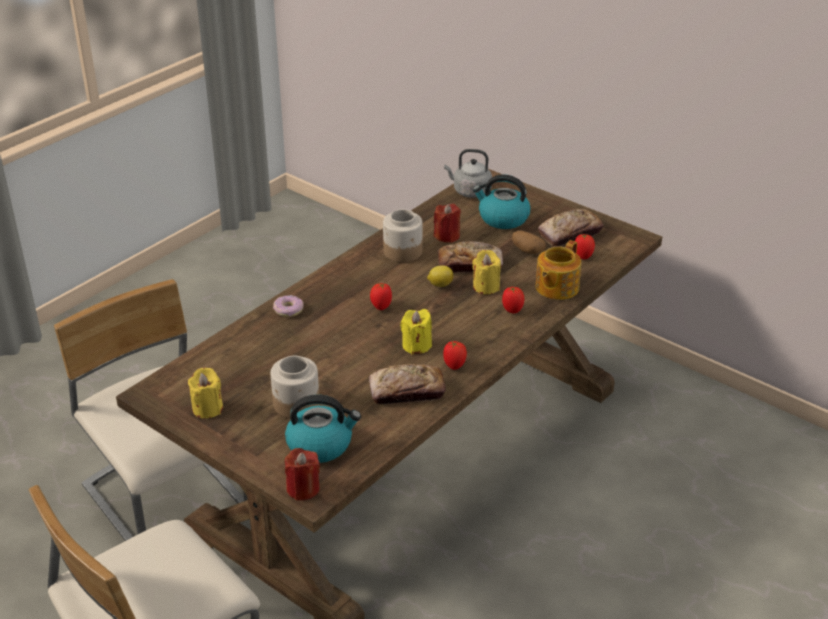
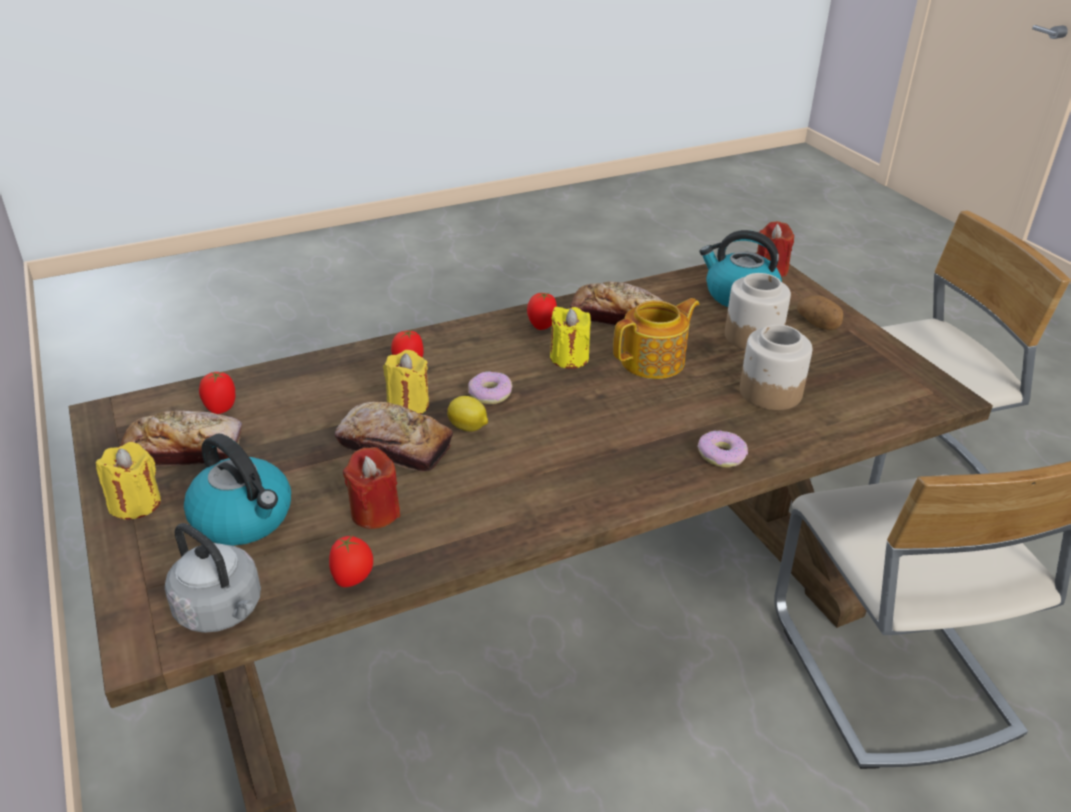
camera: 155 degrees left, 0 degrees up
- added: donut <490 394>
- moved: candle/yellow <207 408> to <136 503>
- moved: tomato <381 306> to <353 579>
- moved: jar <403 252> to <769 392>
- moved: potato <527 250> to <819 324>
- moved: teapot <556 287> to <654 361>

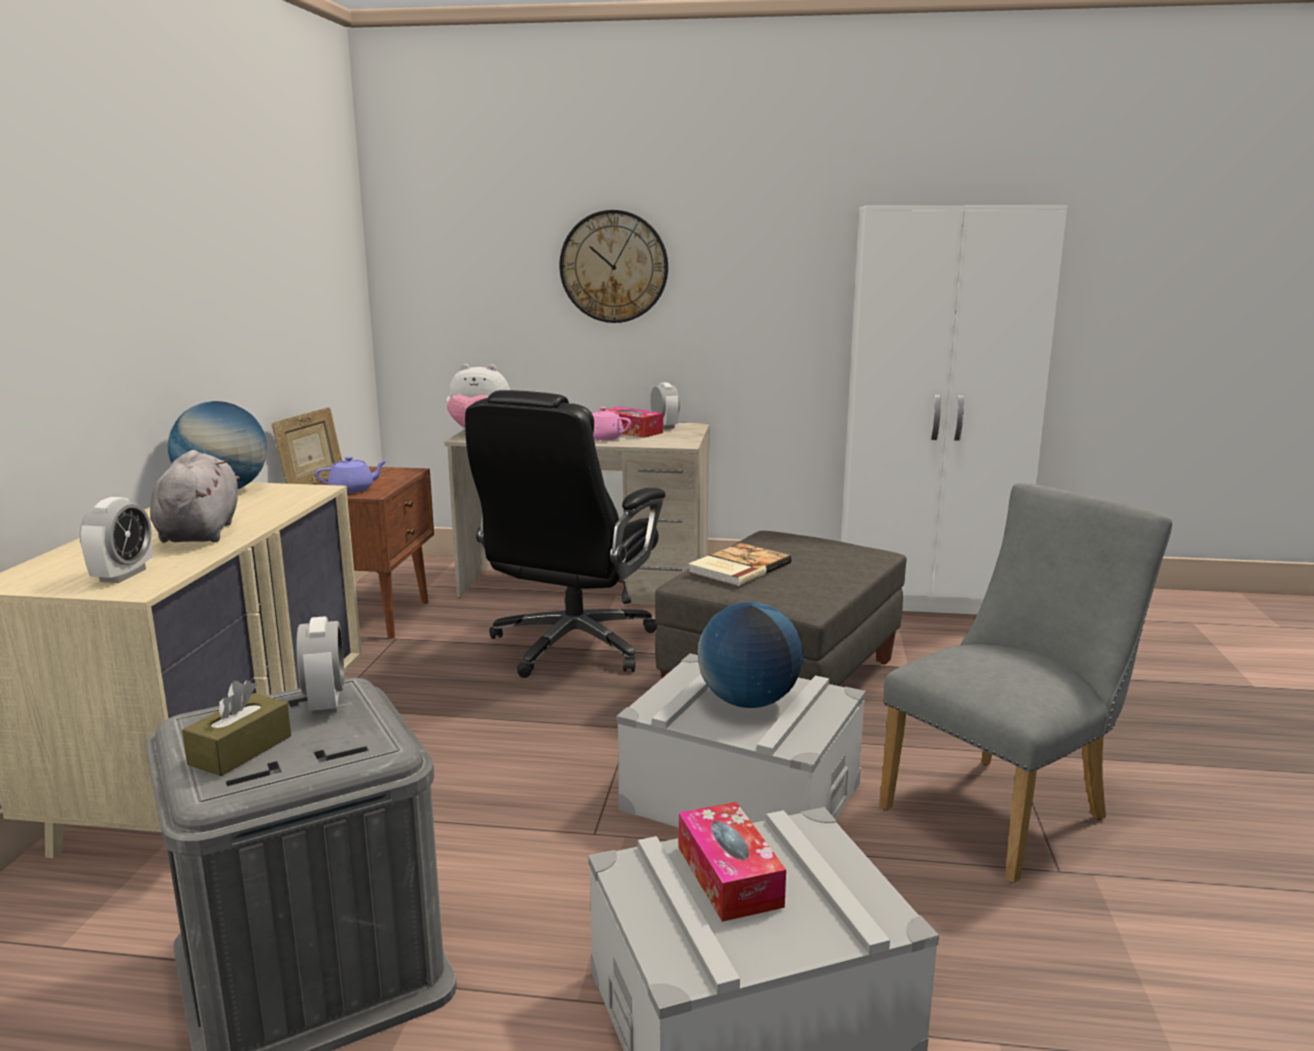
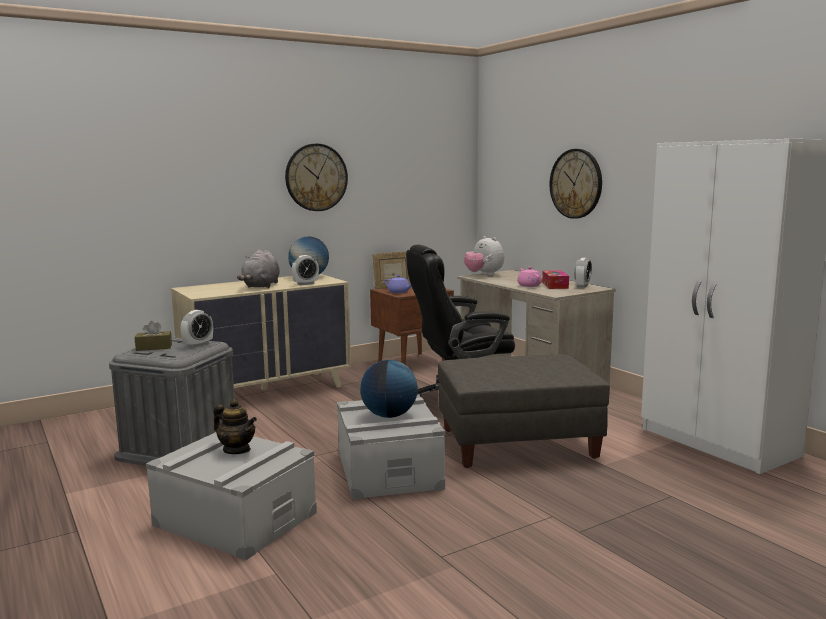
camera: 50 degrees right, 5 degrees down
- removed: book <737 567>
- removed: chair/grey <1005 810>
- added: wall clock <316 177>
- moved: alarm clock <123 575> to <305 284>
- replaced: tissue box <729 876> to teapot <237 450>
- turned: plush toy/grey <200 532> = <261 286> 150 degrees clockwise

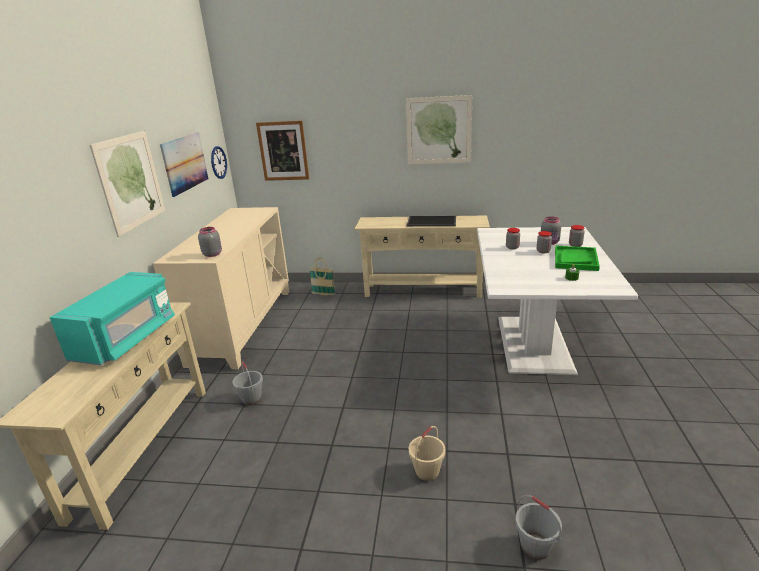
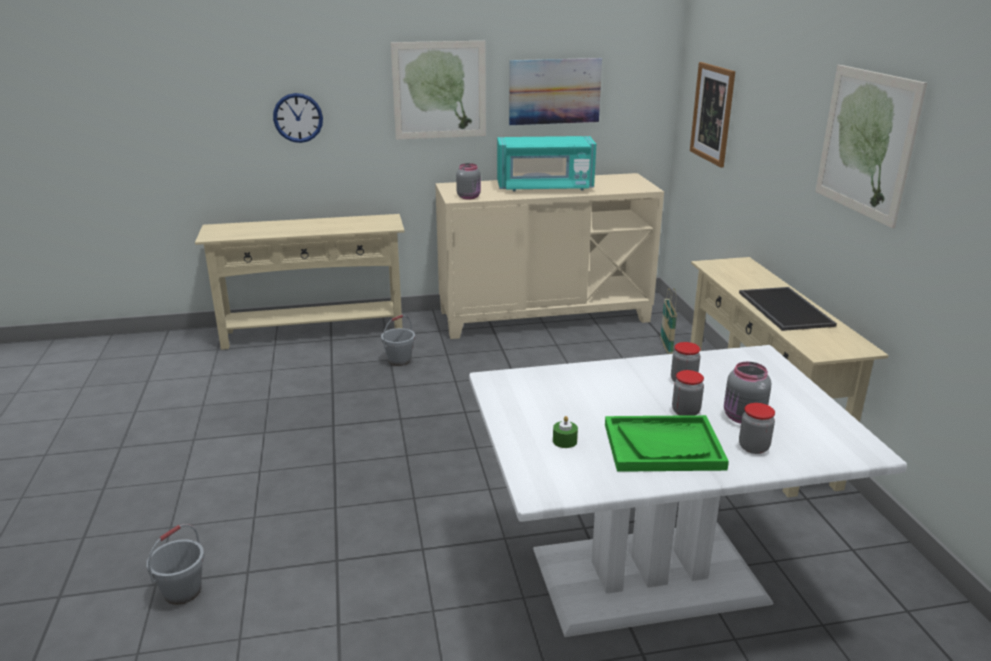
camera: 70 degrees right, 0 degrees up
- removed: bucket/beige <427 471>
- moved: microwave/turquoise <127 338> to <544 188>
- moved: wall clock <218 162> to <298 118>

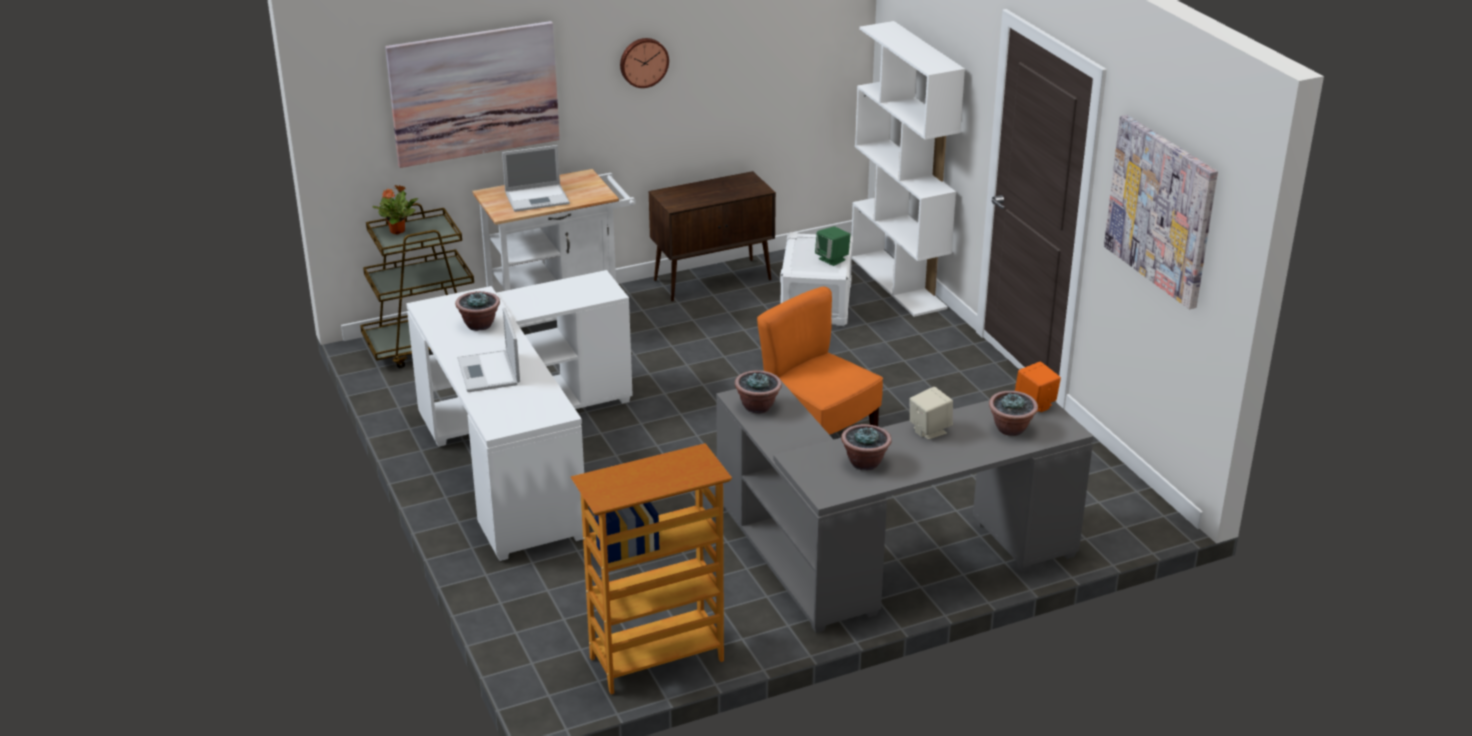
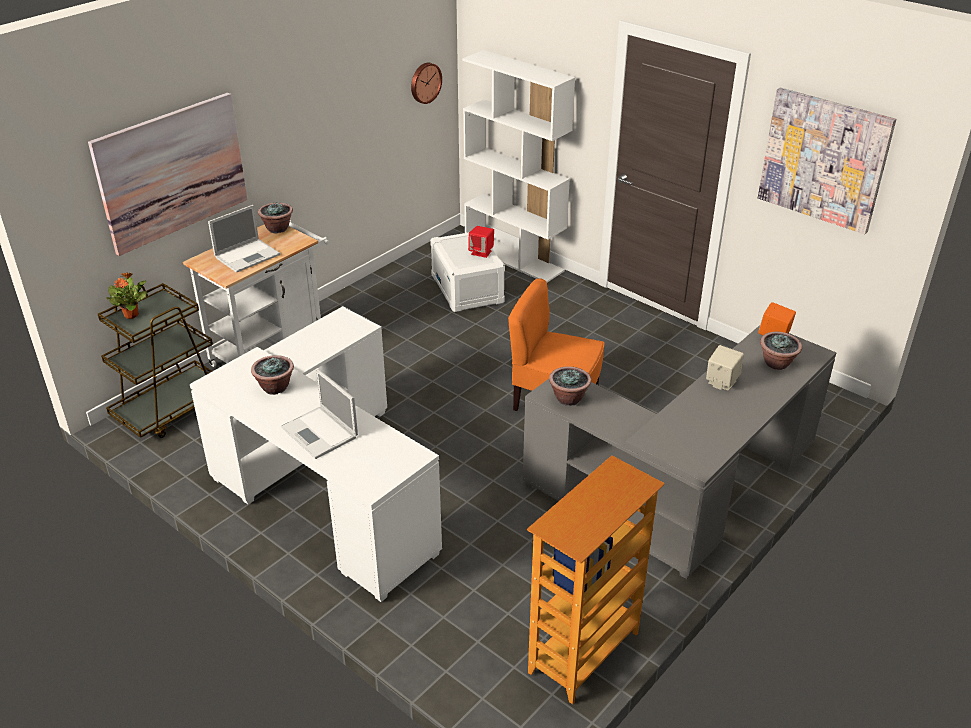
camera: 25 degrees left, 5 degrees up
- removed: cabinet/brown <713 280>
- moved: wall clock <643 62> to <425 82>
- moved: potted plant <865 463> to <277 229>
- recoloured: speaker/green <832 259> to speaker/red <481 252>

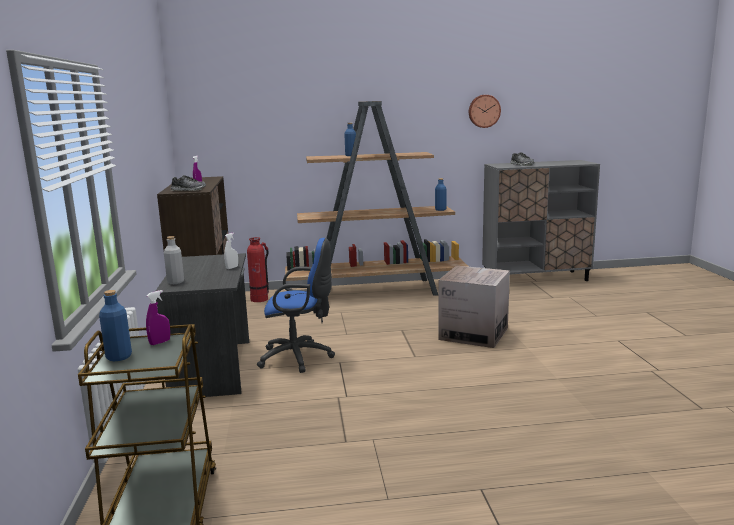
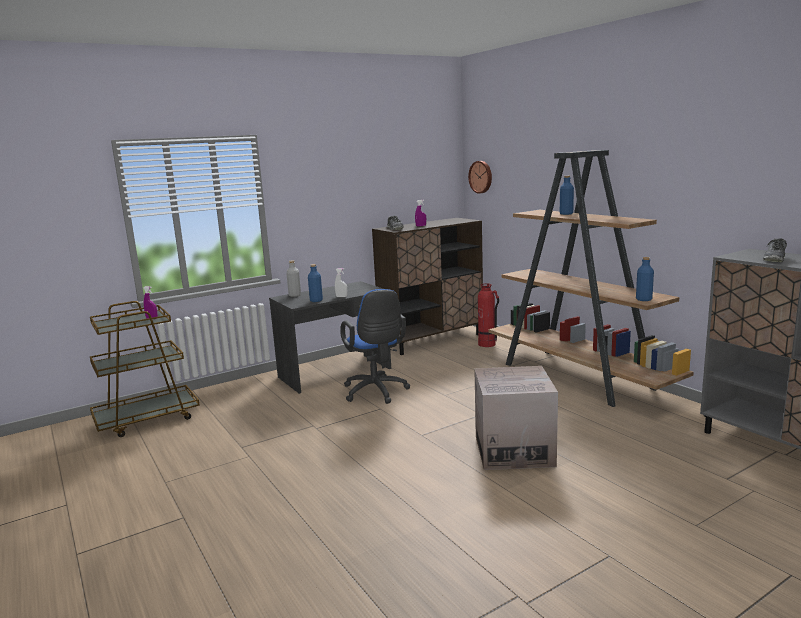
camera: 65 degrees right, 0 degrees up
- moved: bottle/blue <119 357> to <316 300>
- moved: wall clock <484 111> to <481 177>

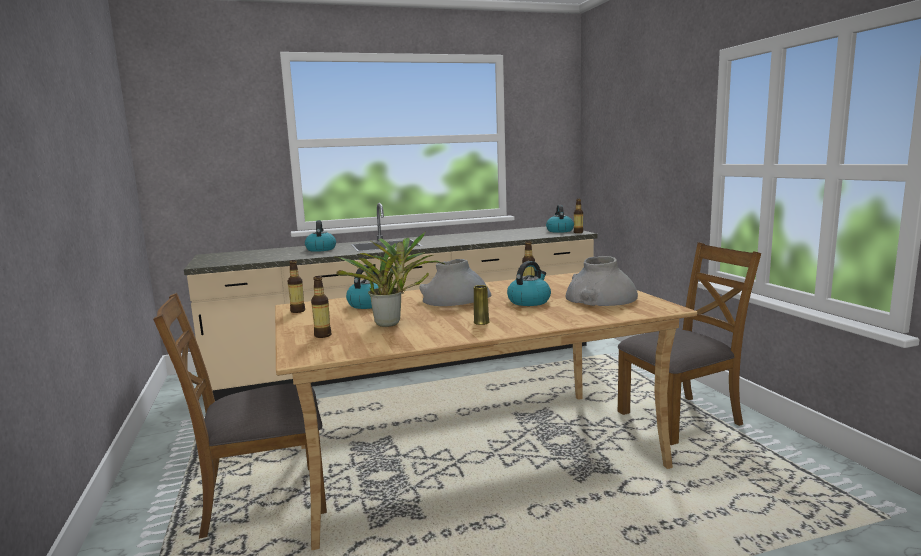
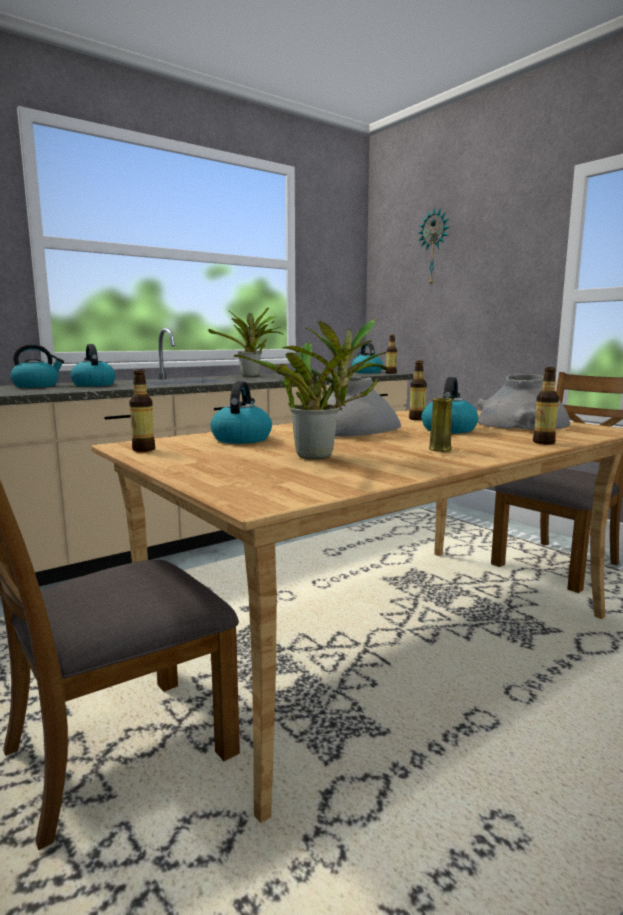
camera: 20 degrees left, 0 degrees up
- added: kettle <37 386>
- added: potted plant <251 376>
- added: wall clock <434 248>
- moved: bottle <323 335> to <543 442>

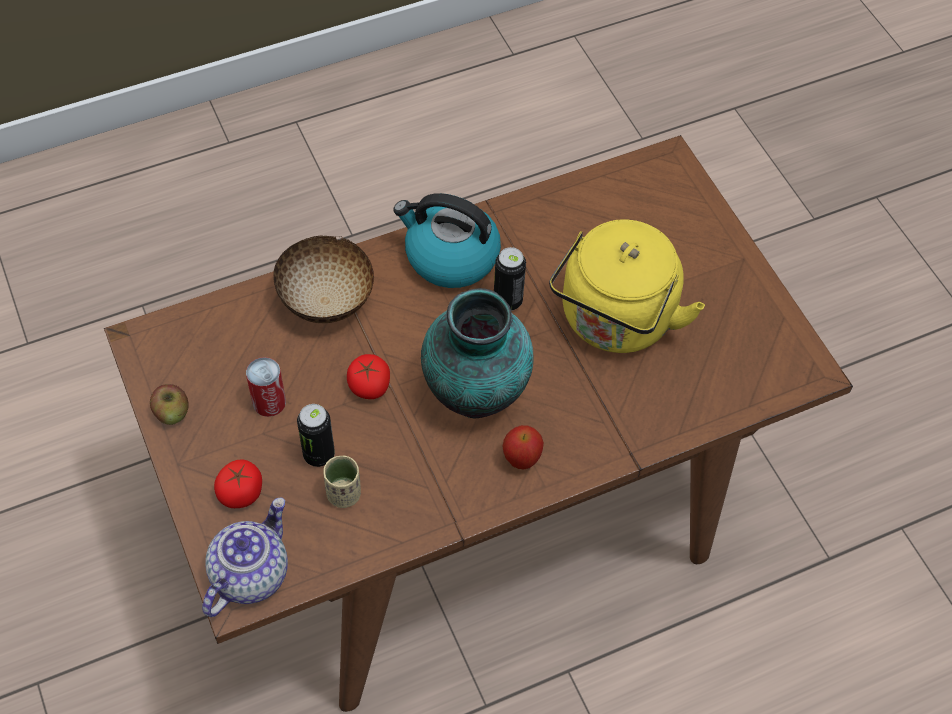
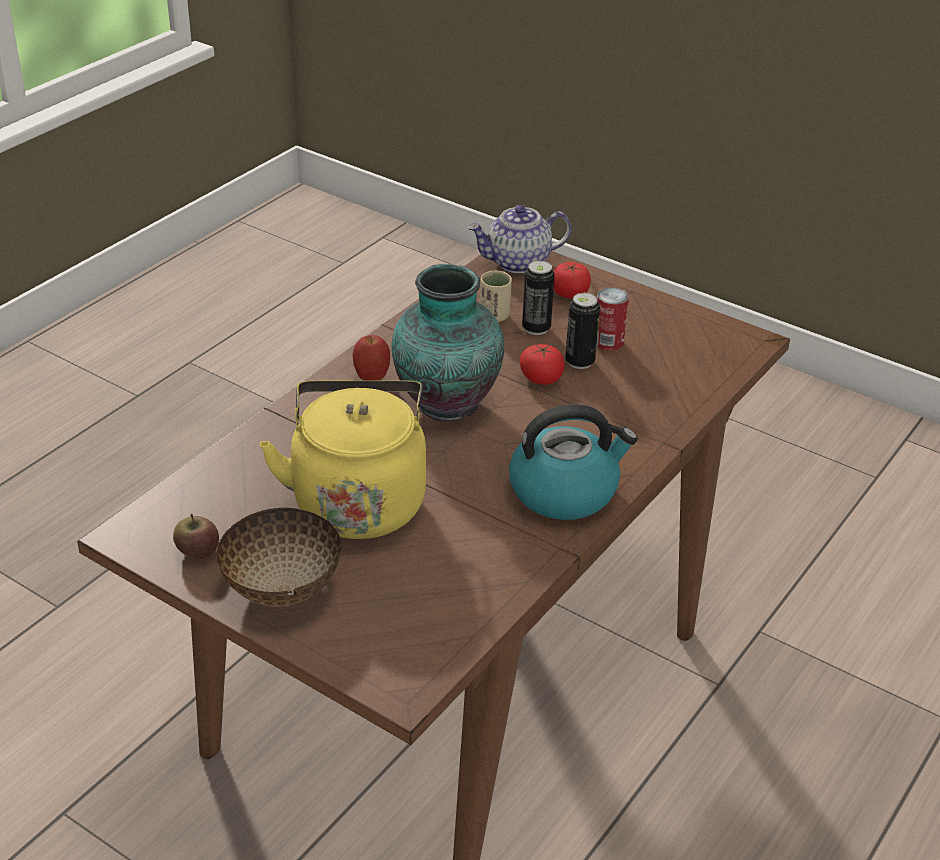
camera: 150 degrees right, 20 degrees down
- moved: apple <172 413> to <197 552>
- moved: bowl <327 302> to <280 588>
- moved: can <507 301> to <579 362>
- turned: teapot <249 573> = <518 262> 75 degrees clockwise

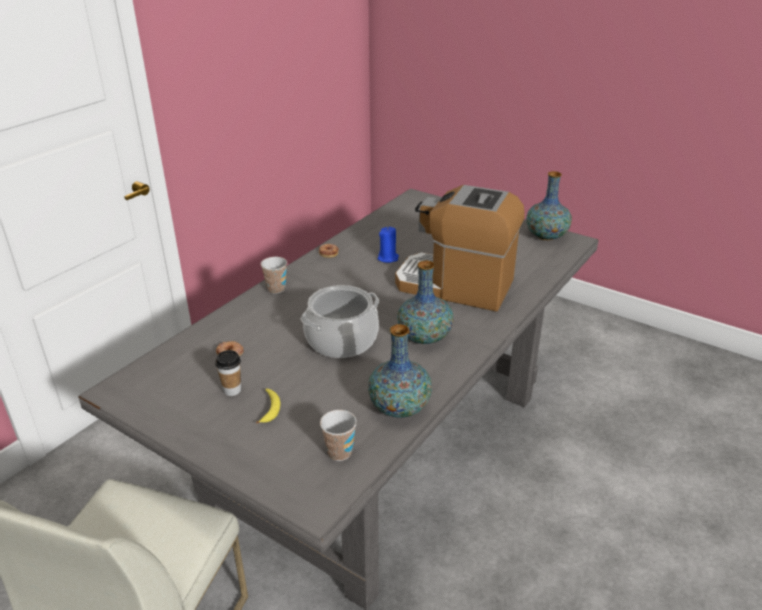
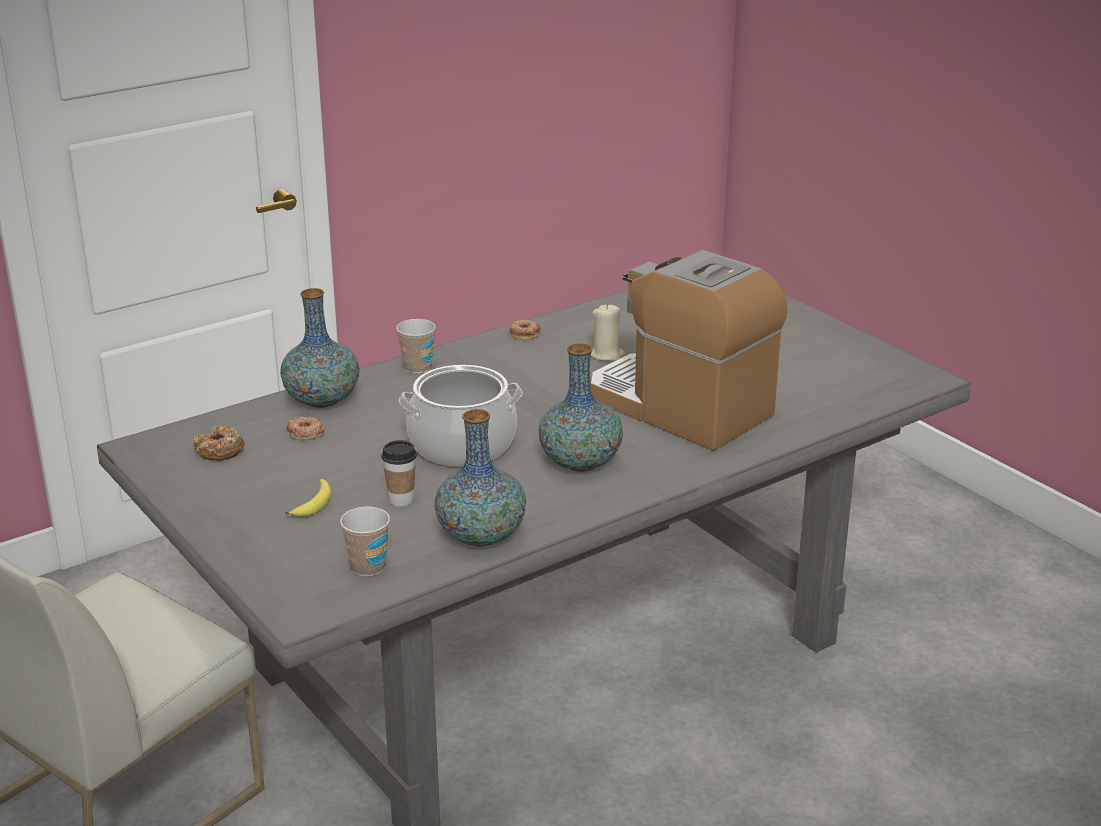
camera: 20 degrees right, 5 degrees down
- added: donut <220 451>
- moved: cup <232 390> to <401 500>
- moved: vase <546 236> to <322 400>
- recoloured: candle/blue <388 258> to candle/beige <606 355>

